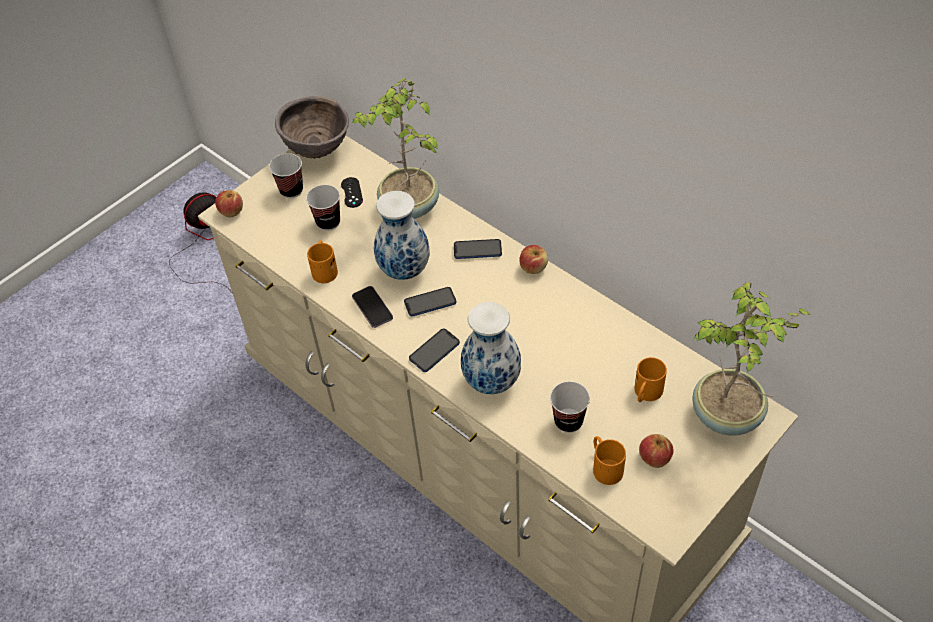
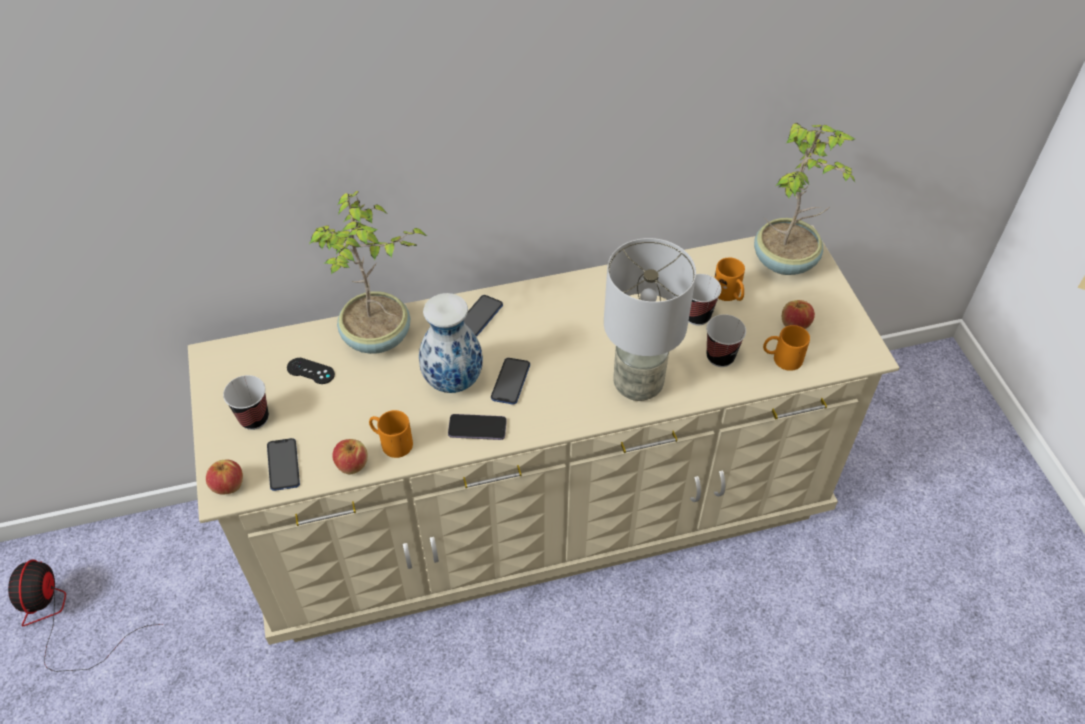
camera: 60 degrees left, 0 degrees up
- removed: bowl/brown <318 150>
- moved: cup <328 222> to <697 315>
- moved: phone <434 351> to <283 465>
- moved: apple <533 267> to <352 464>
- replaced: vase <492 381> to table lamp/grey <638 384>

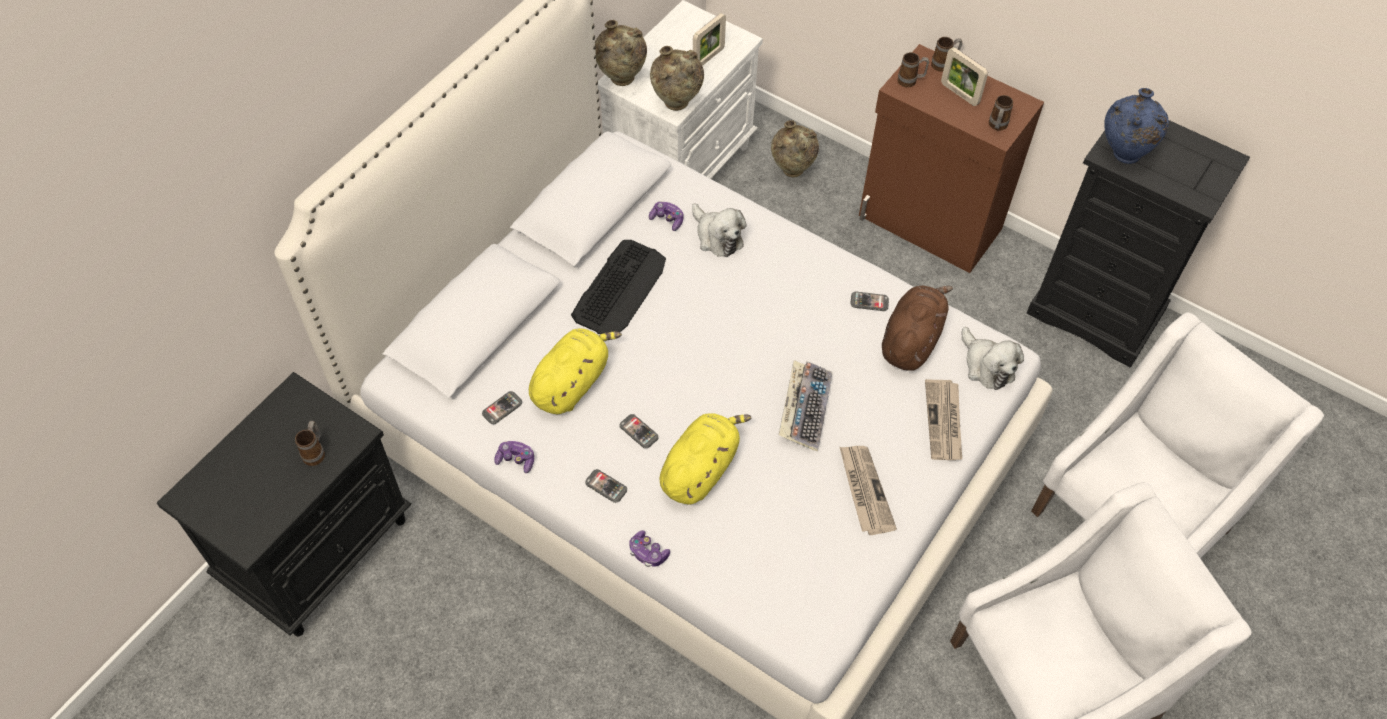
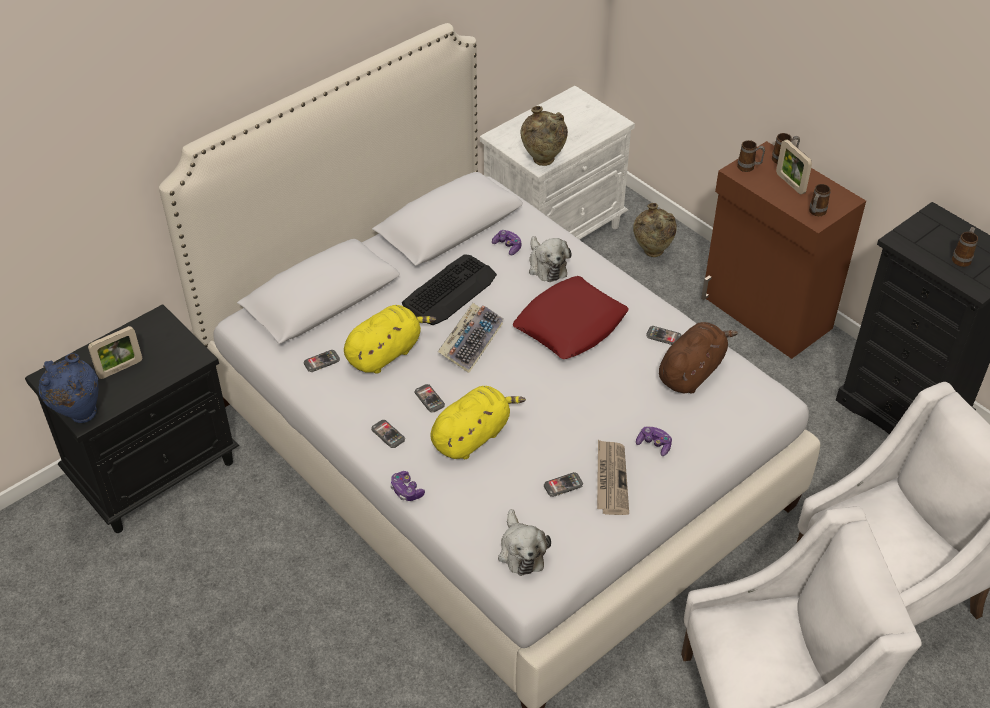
camera: 15 degrees right, 10 degrees down
- removed: vase/beige <621 81>
- removed: newspaper <944 422>
- added: pillow/red <570 324>
- added: phone <563 485>
- moved: mug <315 452> to <962 258>
- moved: game controller <516 460> to <654 444>
- moved: picture frame <708 58> to <120 368>
- moved: keyboard <804 408> to <471 341>
- moved: plush toy <986 366> to <521 551>
- moved: vase/blue <1122 156> to <79 415>

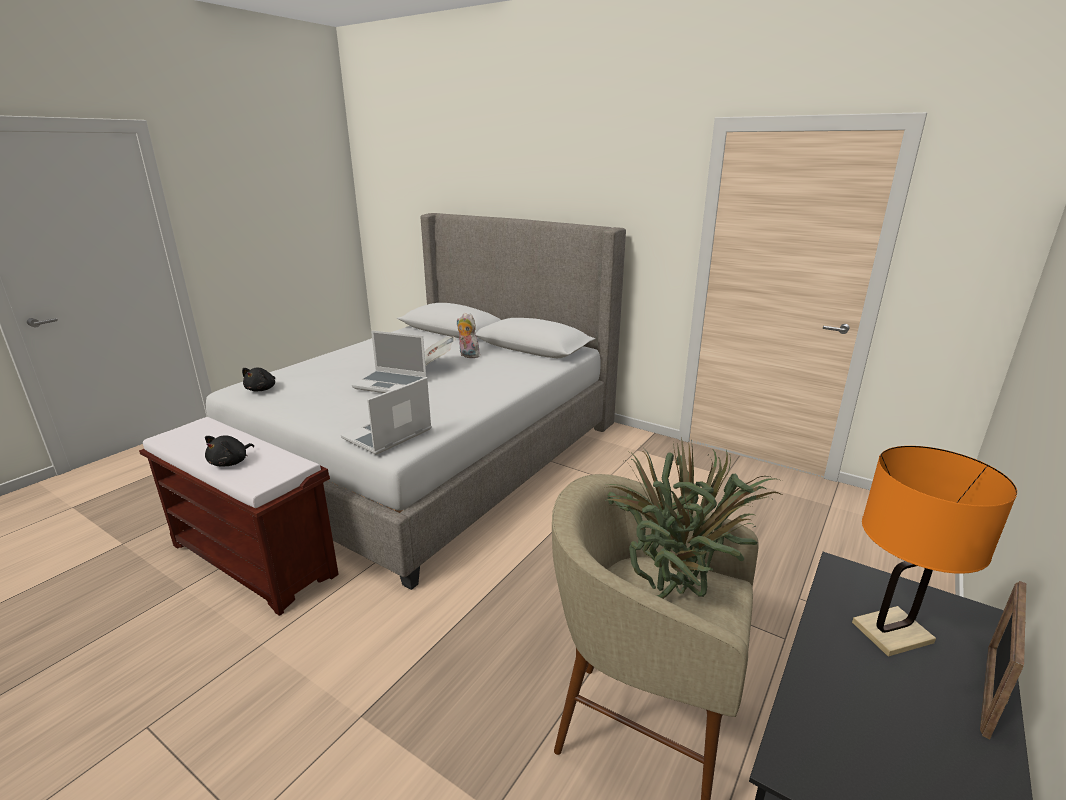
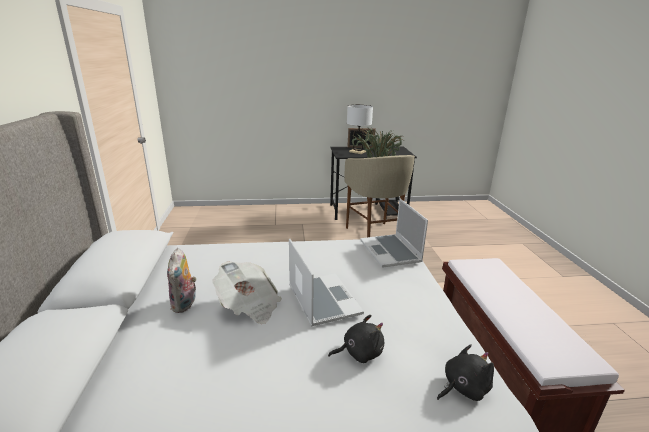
camera: 130 degrees left, 0 degrees up
- moved: plush toy/black <231 462> to <359 352>
- recoloured: table lamp/orange <892 632> to table lamp/white <357 152>
- turned: laptop <387 435> = <391 252> 75 degrees clockwise

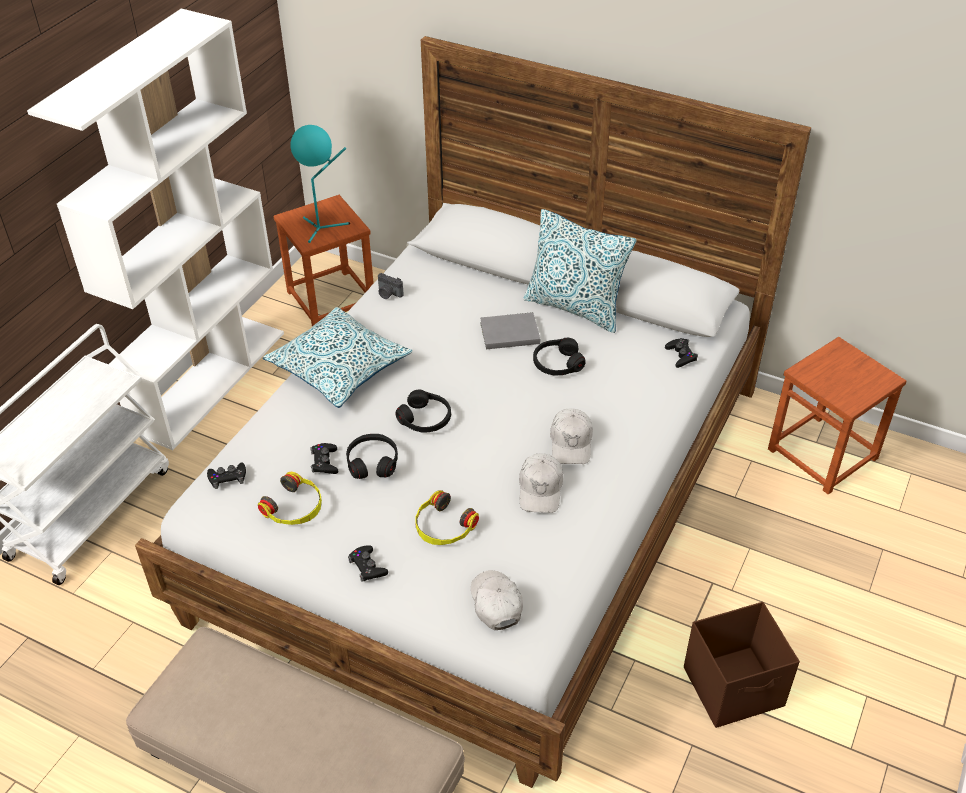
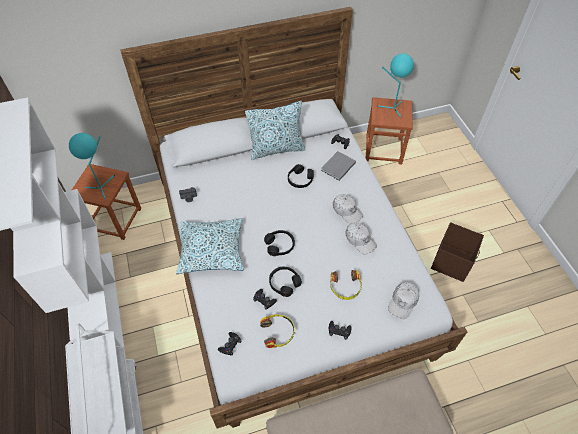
camera: 45 degrees left, 10 degrees up
- added: table lamp/turquoise <391 108>
- moved: book/grey <508 332> to <337 167>
- turned: cap/white <496 603> = <403 302> 90 degrees counterclockwise

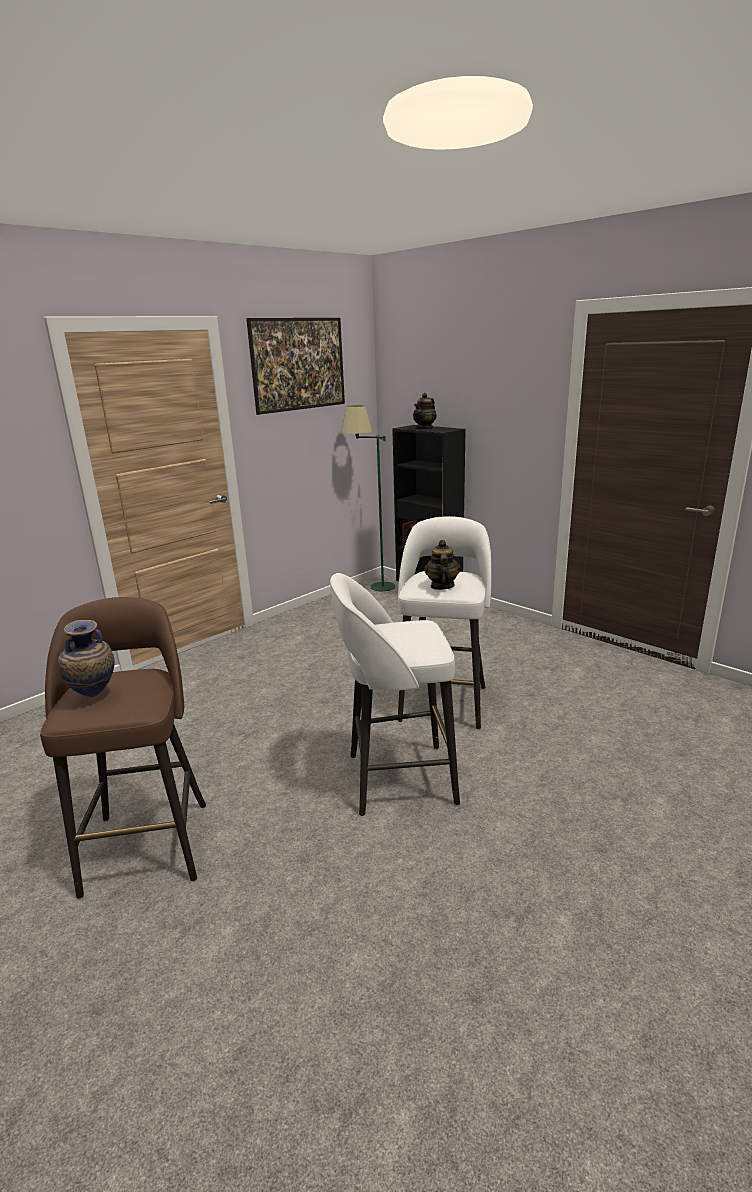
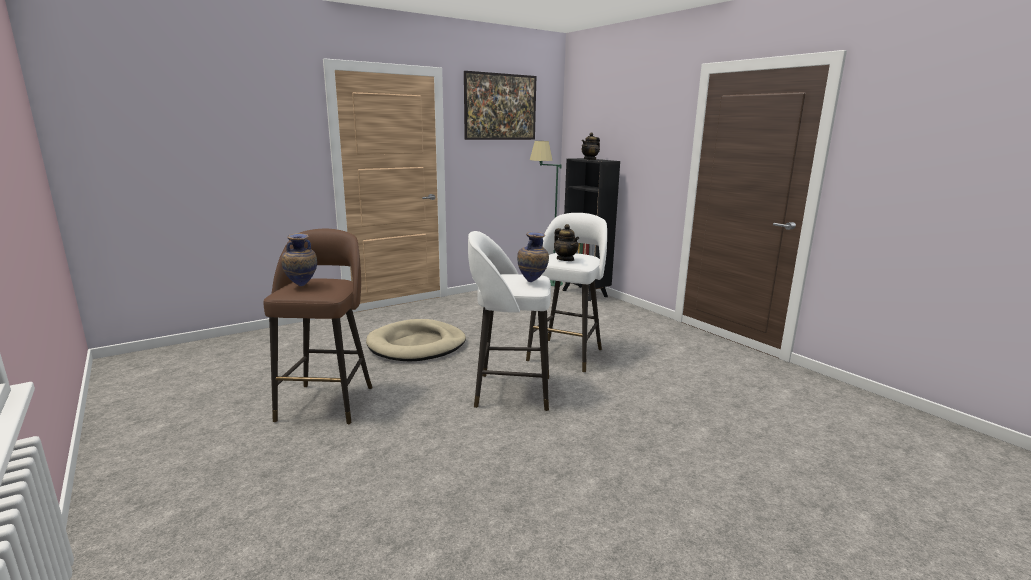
camera: 10 degrees right, 5 degrees down
- added: dog bed/beige <417 345>
- added: vase <532 282>
- turned: teapot <442 586> = <565 259> 135 degrees clockwise

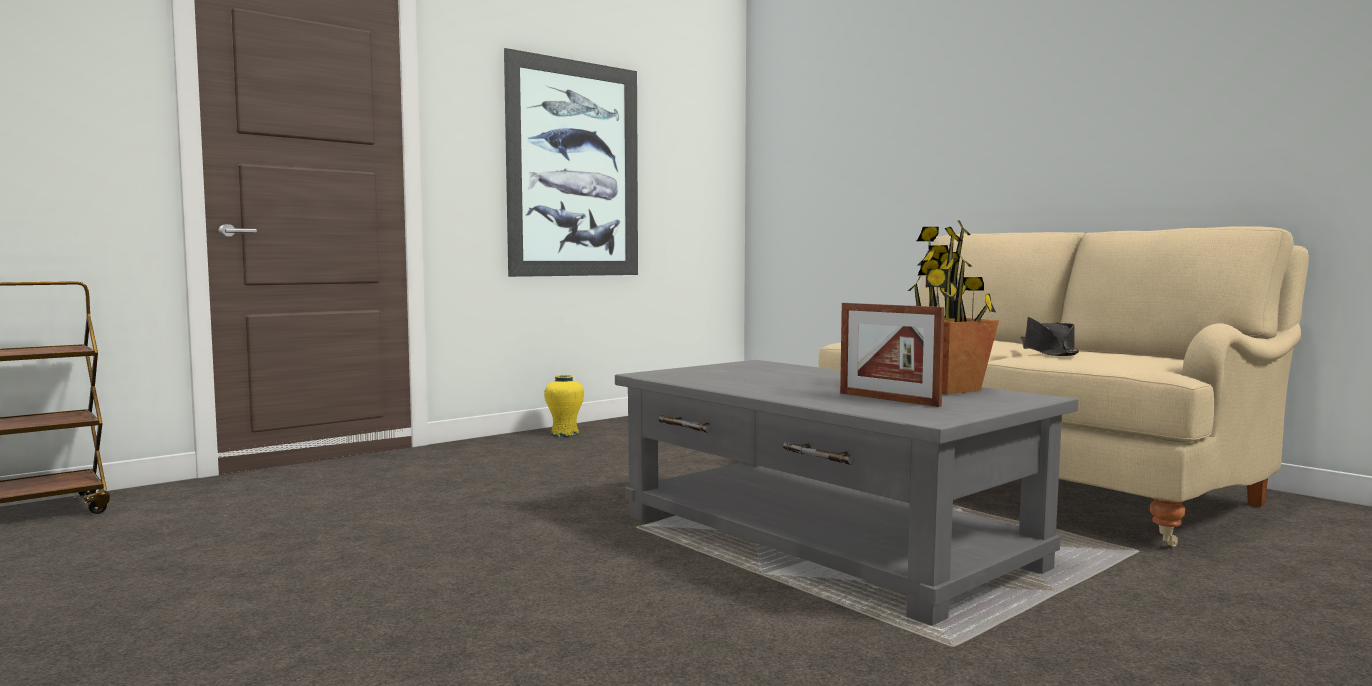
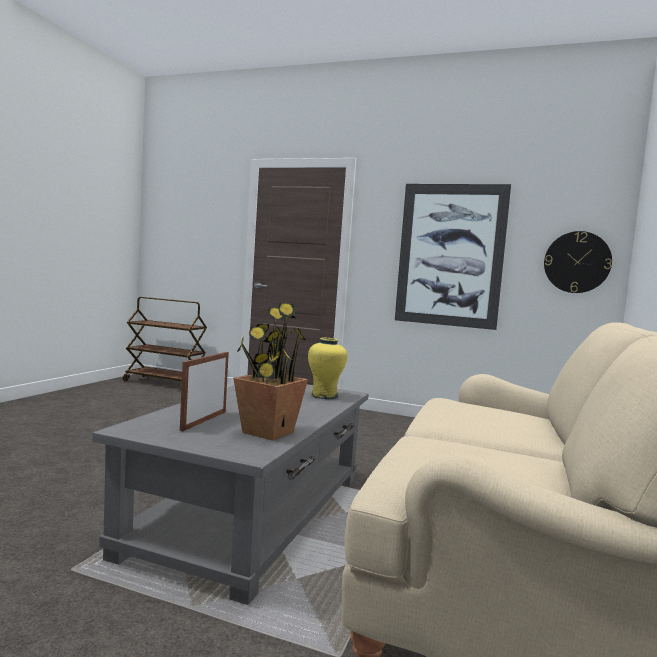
camera: 60 degrees right, 0 degrees up
- removed: hat/black <1048 352>
- added: wall clock <577 262>
- moved: vase/yellow <564 434> to <324 396>

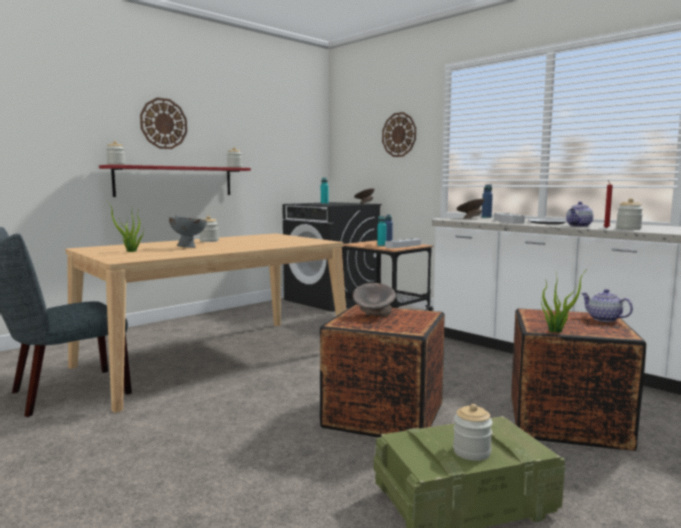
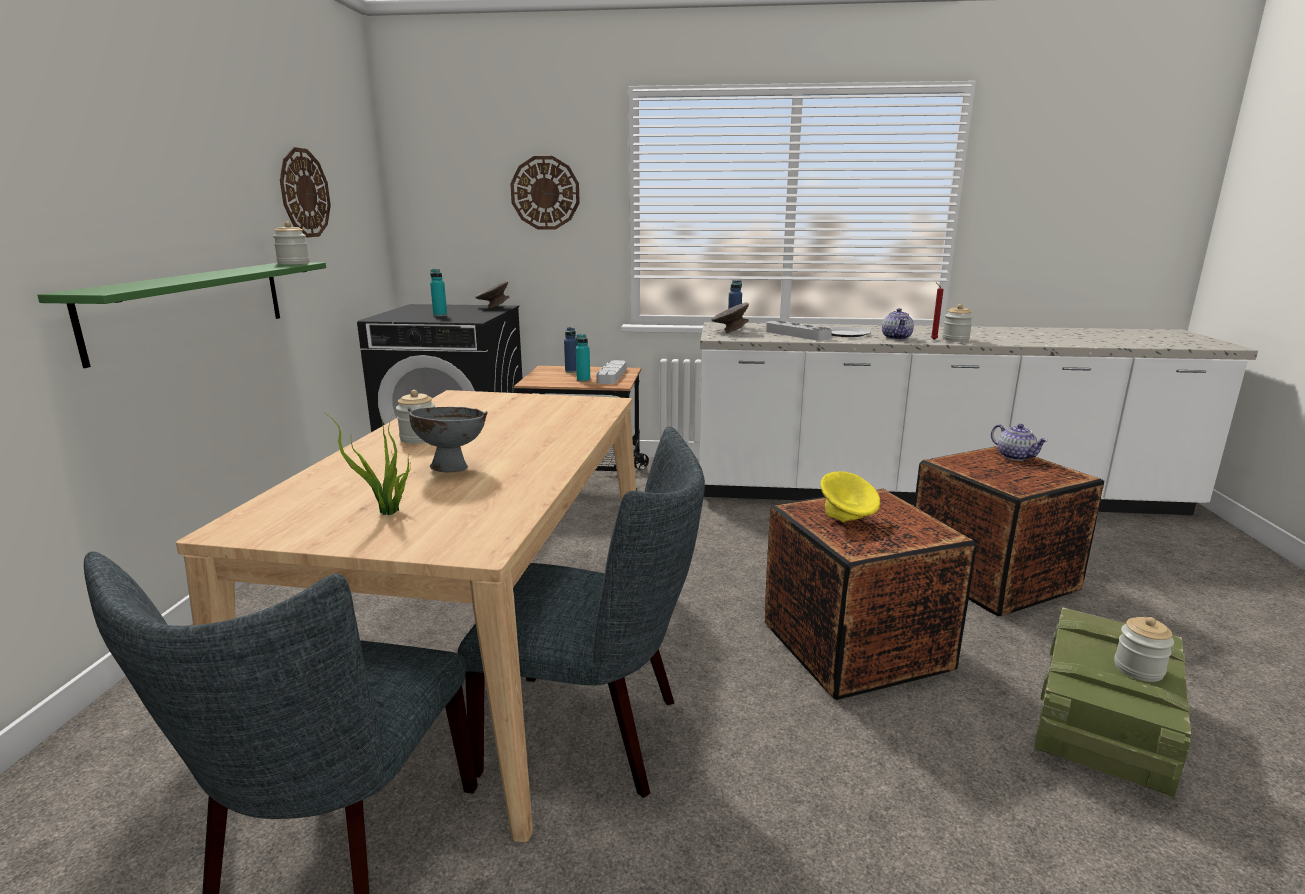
camera: 40 degrees left, 10 degrees up
- removed: jar <116 164>
- removed: potted plant <557 331>
- added: chair/grey <594 734>
- moved: wall clock <163 123> to <304 193>
- recoloured: shelf/red <175 181> to shelf/green <191 307>
- recoloured: bowl/grey <374 315> to bowl/yellow <847 520>
- turned: teapot <603 319> = <1015 456> 135 degrees counterclockwise

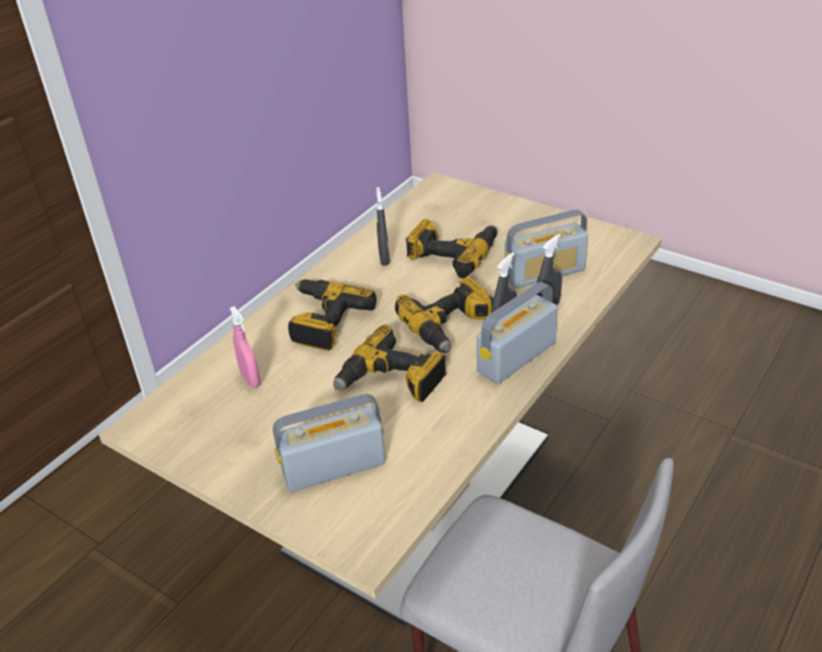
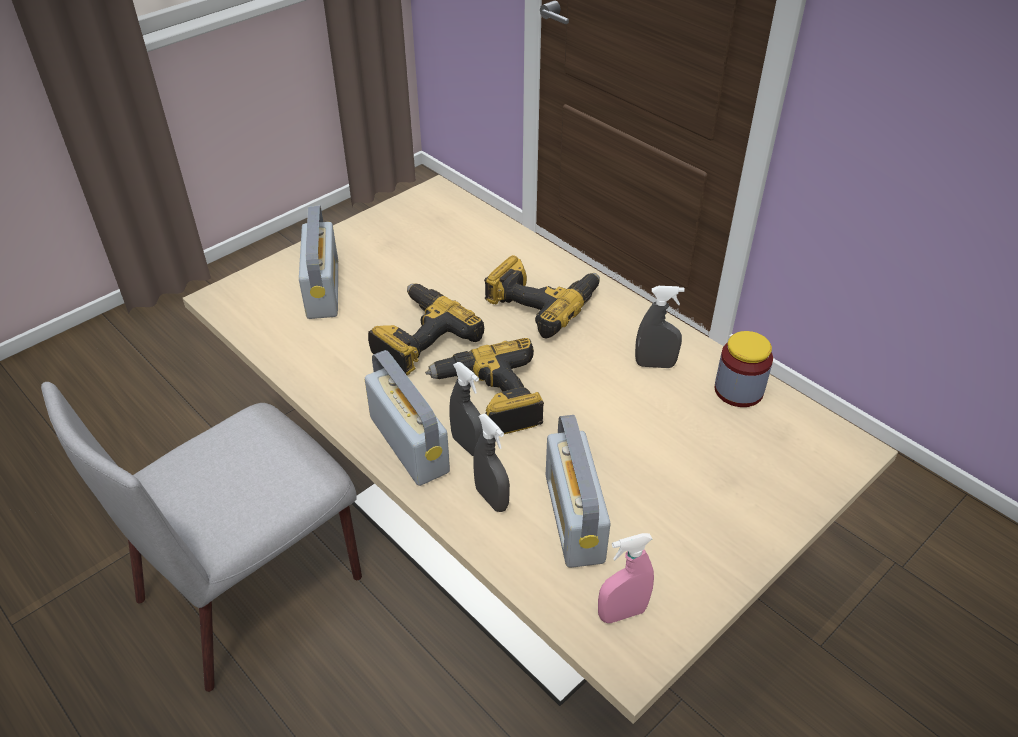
camera: 100 degrees right, 5 degrees up
- removed: power drill <453 254>
- added: jar <738 390>
- moved: spray bottle/pink <250 379> to <622 613>

